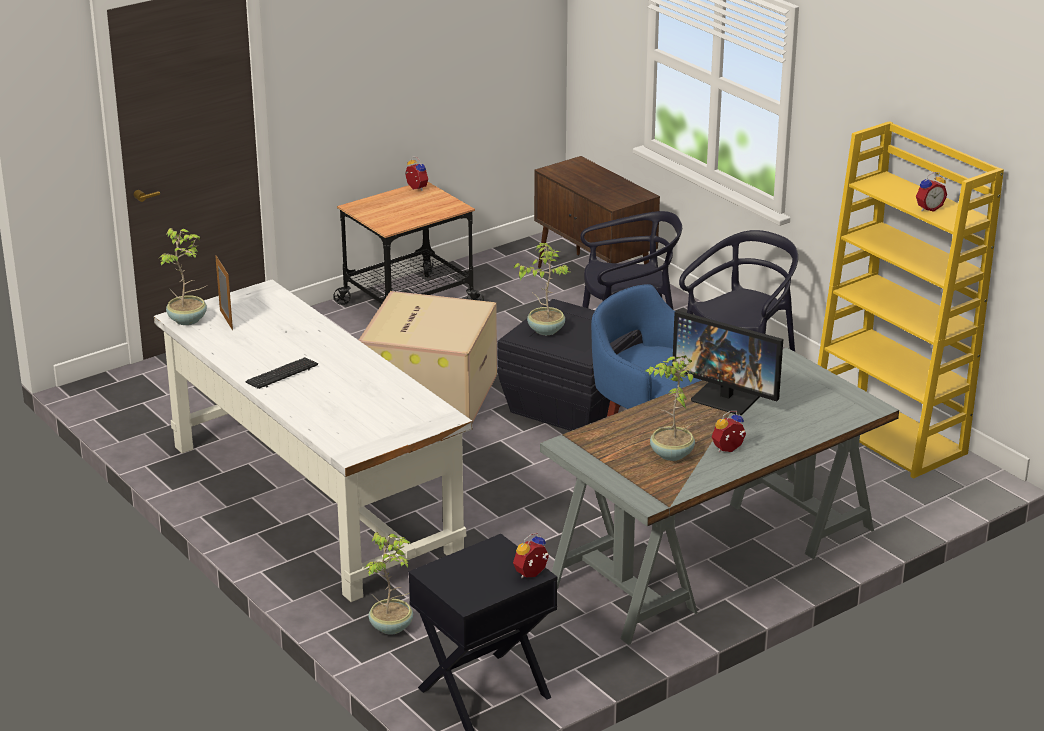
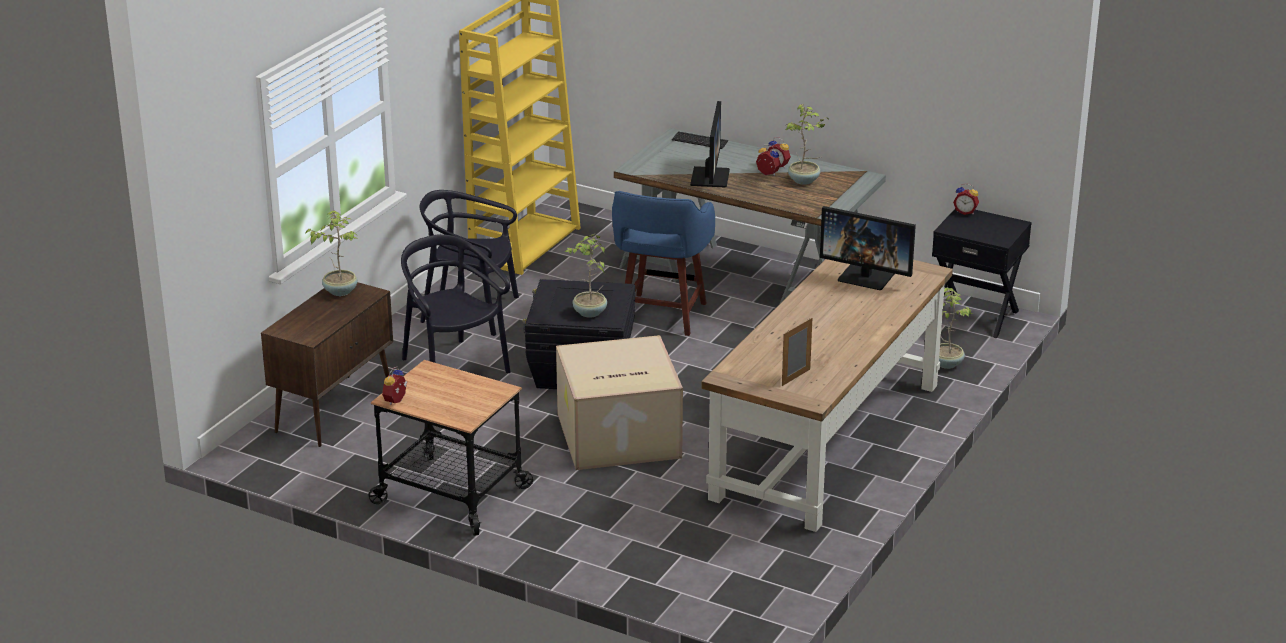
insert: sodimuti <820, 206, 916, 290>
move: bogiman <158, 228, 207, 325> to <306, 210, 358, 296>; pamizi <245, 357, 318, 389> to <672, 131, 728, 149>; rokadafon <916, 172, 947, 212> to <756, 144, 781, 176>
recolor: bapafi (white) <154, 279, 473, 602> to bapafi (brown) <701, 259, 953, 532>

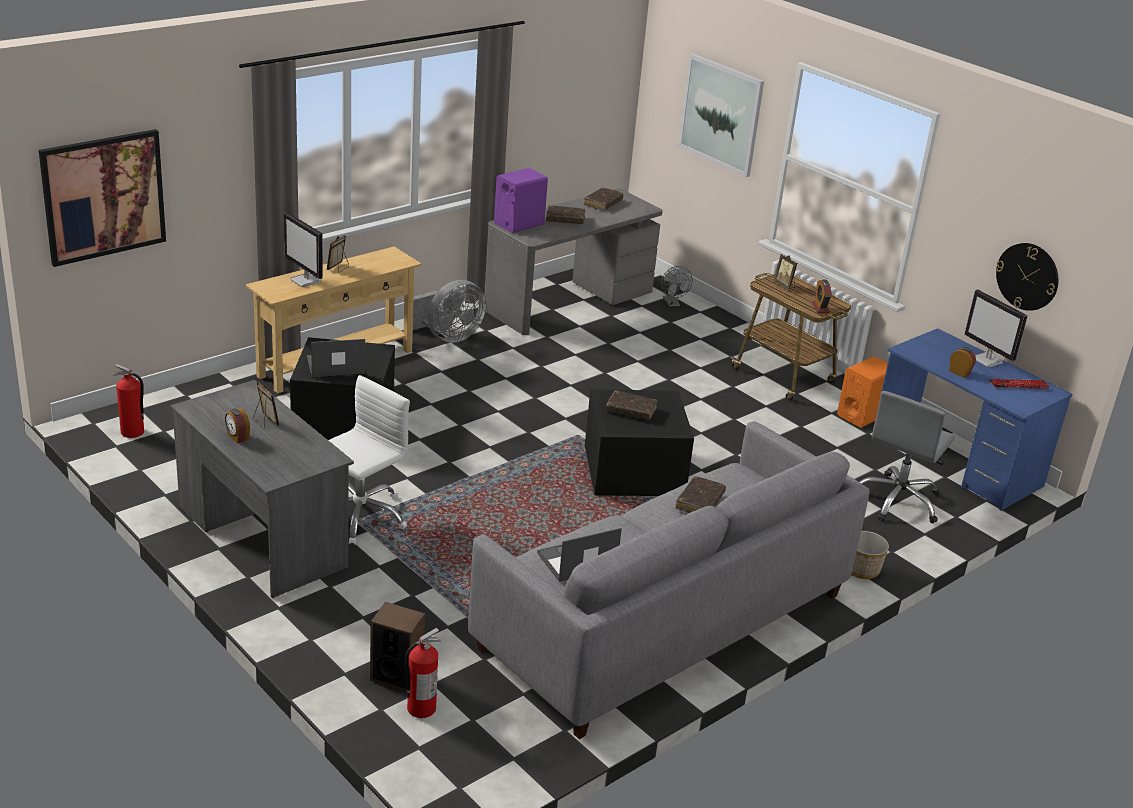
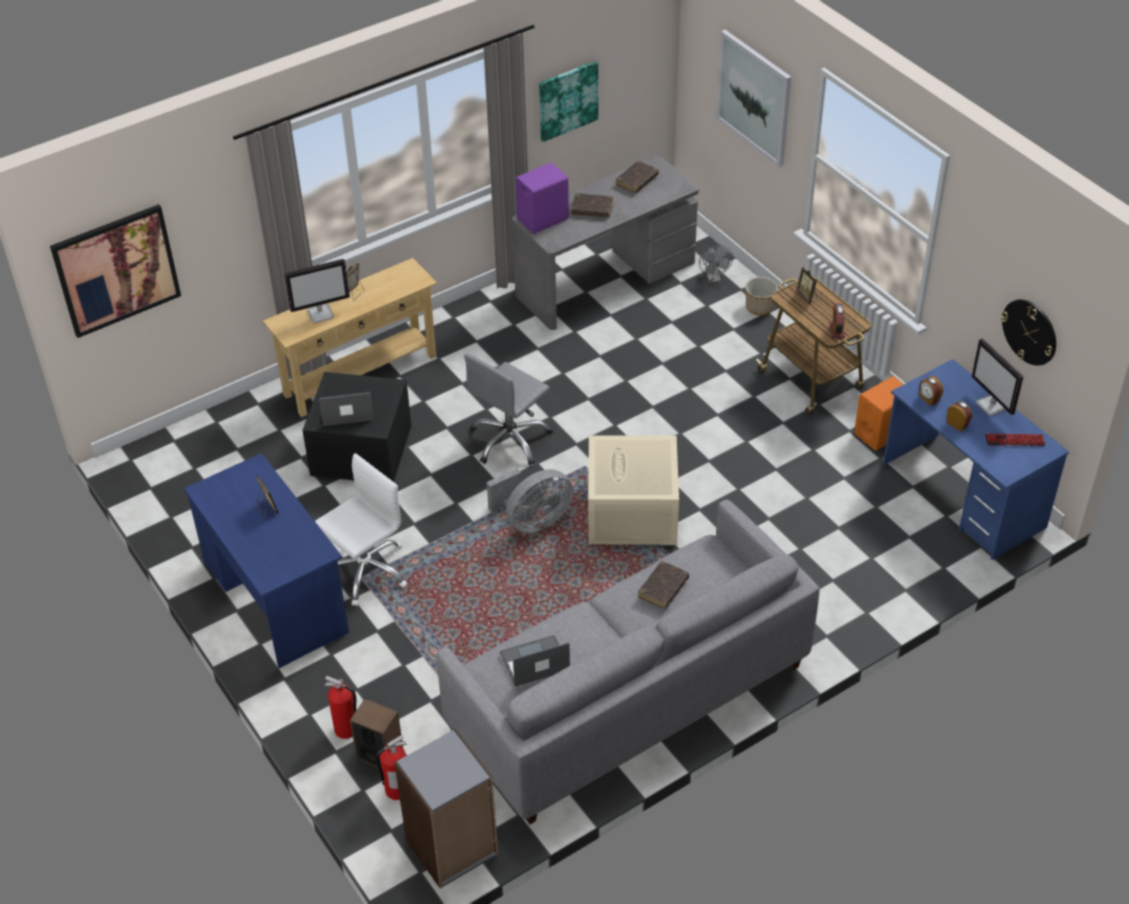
delete: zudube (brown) <606, 390, 658, 420>
insert: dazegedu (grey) <394, 729, 498, 889>; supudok <539, 61, 598, 142>
move: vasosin <113, 364, 144, 438> to <324, 676, 356, 739>; rokadafon <225, 408, 250, 444> to <919, 376, 943, 406>; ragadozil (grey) <413, 280, 486, 343> to <487, 468, 573, 533>; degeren <851, 531, 889, 579> to <745, 277, 778, 316>; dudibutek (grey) <859, 391, 955, 523> to <464, 354, 553, 466>
recolor: bapafi (grey) <170, 380, 354, 598> to bapafi (blue) <184, 453, 349, 668>; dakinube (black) <585, 389, 694, 496> to dakinube (beige) <588, 435, 679, 545>
rotate: sodimuti <284, 212, 323, 287> = <284, 259, 350, 323> 75 degrees counterclockwise

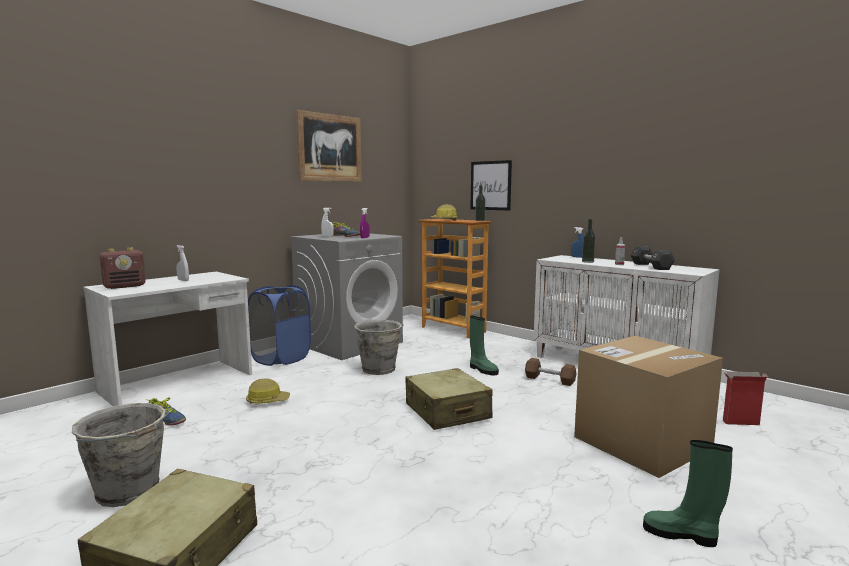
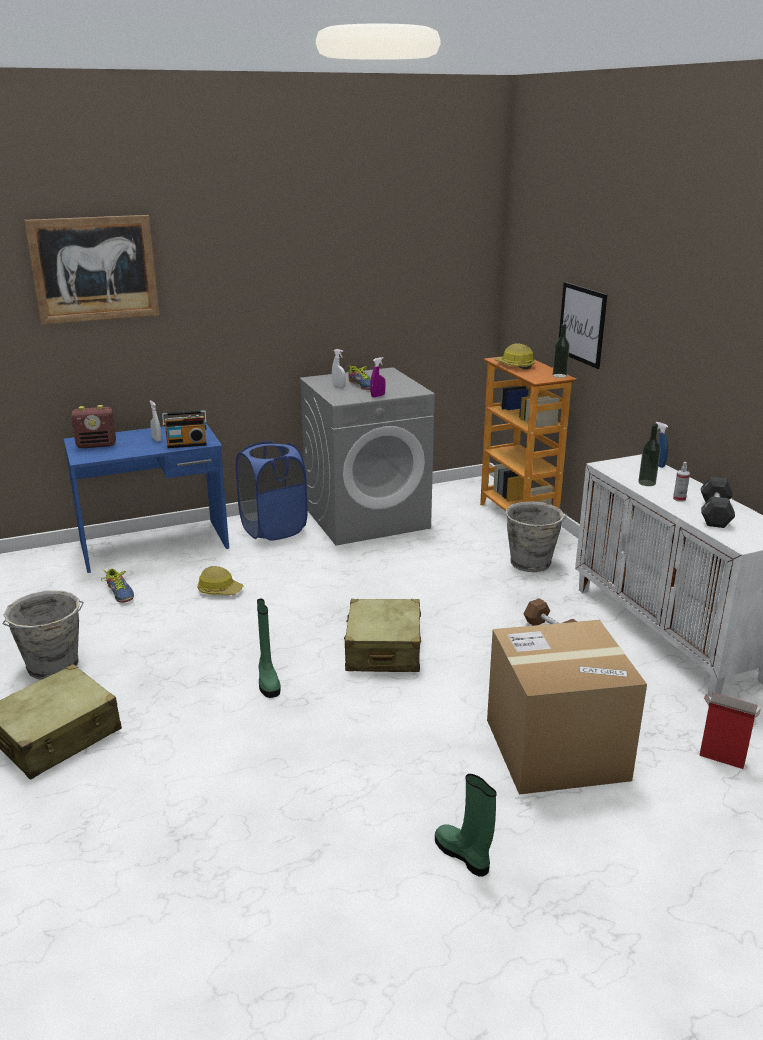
insert: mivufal <162, 410, 207, 448>
move: supudok <296, 110, 362, 182> to <24, 215, 159, 325>; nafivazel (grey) <354, 320, 404, 375> to <505, 502, 567, 572>; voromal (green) <470, 316, 499, 375> to <257, 599, 281, 698>
recolor: bapafi (white) <83, 272, 252, 406> to bapafi (blue) <64, 423, 229, 573>

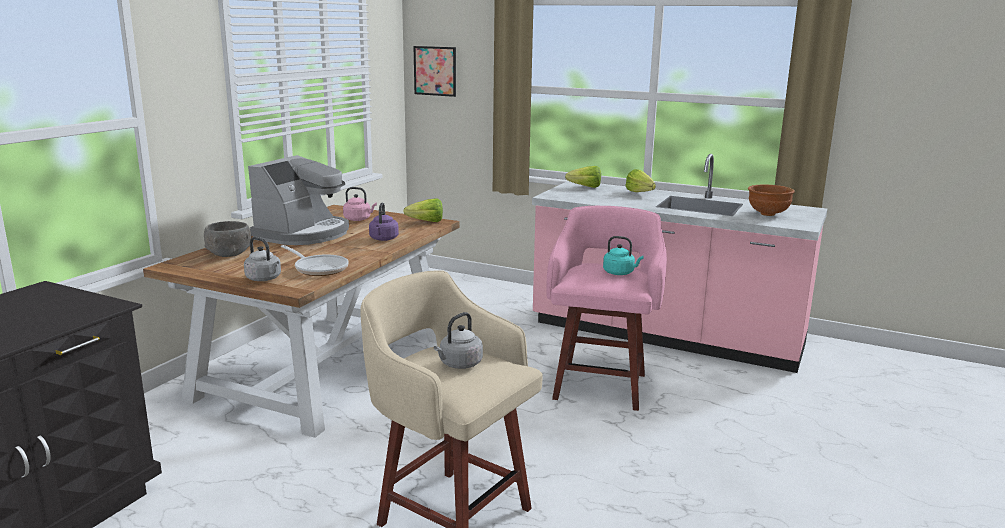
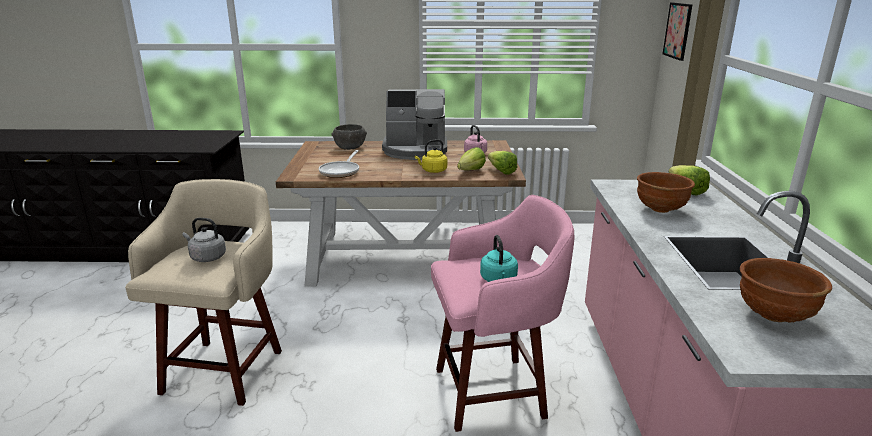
delete: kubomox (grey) <244, 237, 281, 281>
insert: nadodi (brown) <637, 172, 695, 213>
move: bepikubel <625, 169, 656, 192> to <457, 147, 486, 170>
recolor: kubomox (purple) <369, 203, 399, 241> to kubomox (yellow) <415, 139, 447, 173>

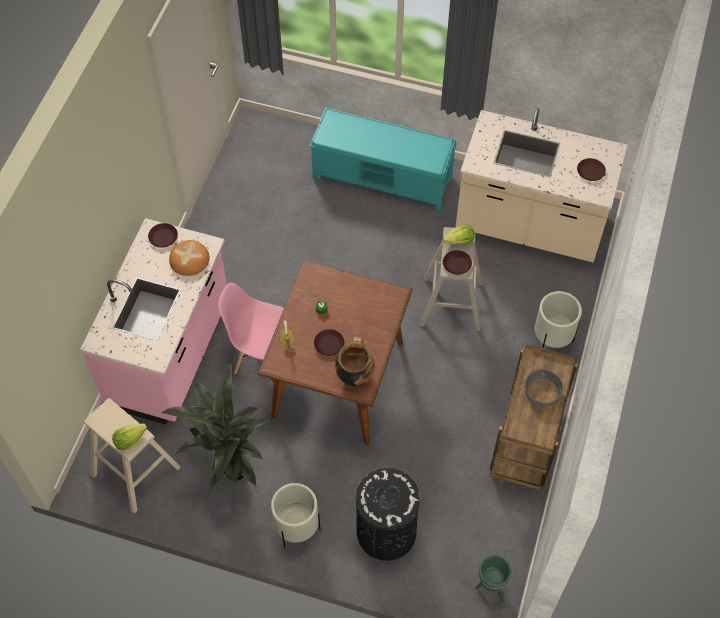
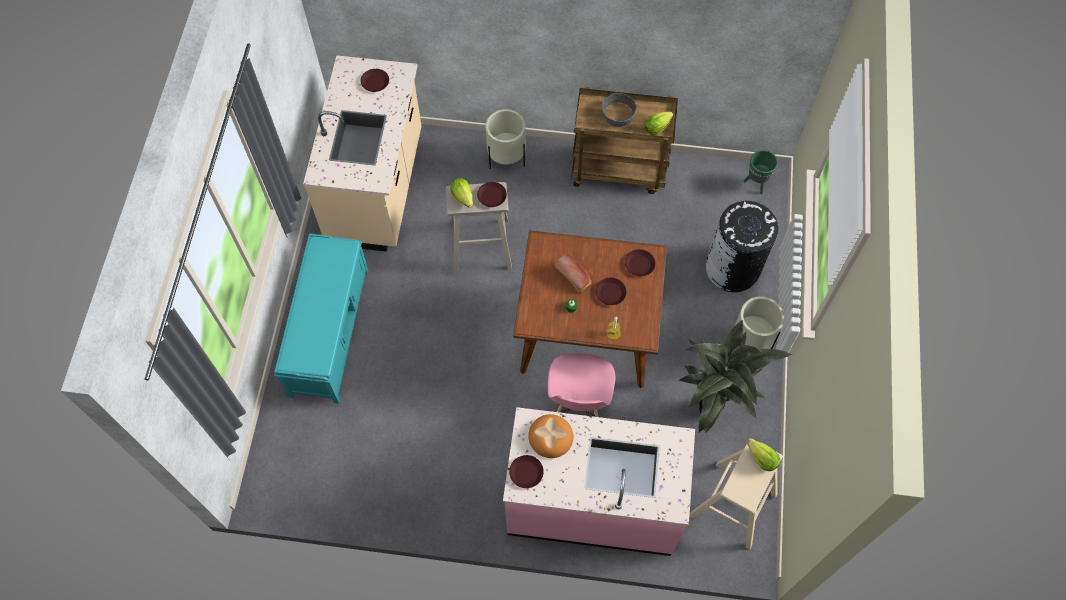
insert: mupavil <554, 254, 592, 293>; bepikubel <644, 112, 673, 135>
replace: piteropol <335, 336, 375, 386> to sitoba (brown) <625, 249, 655, 276>

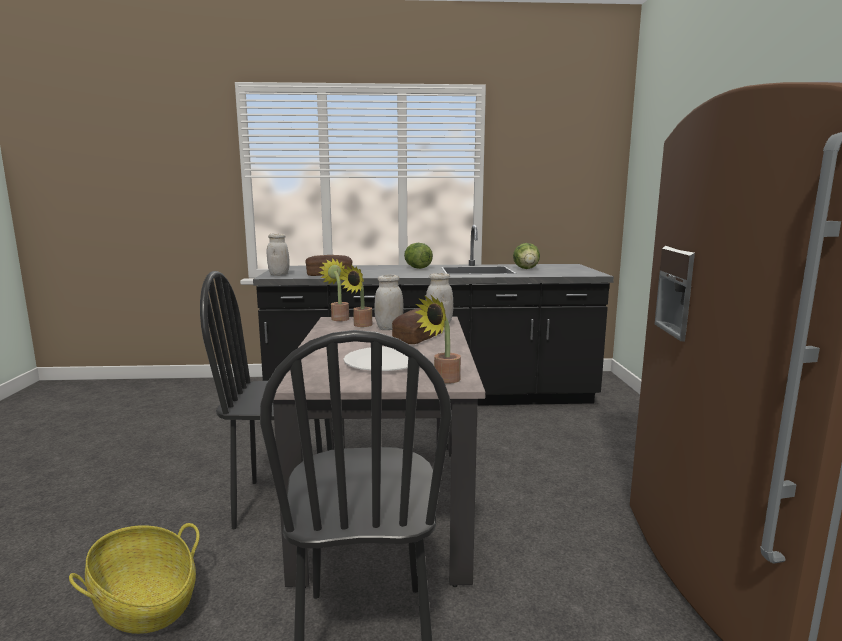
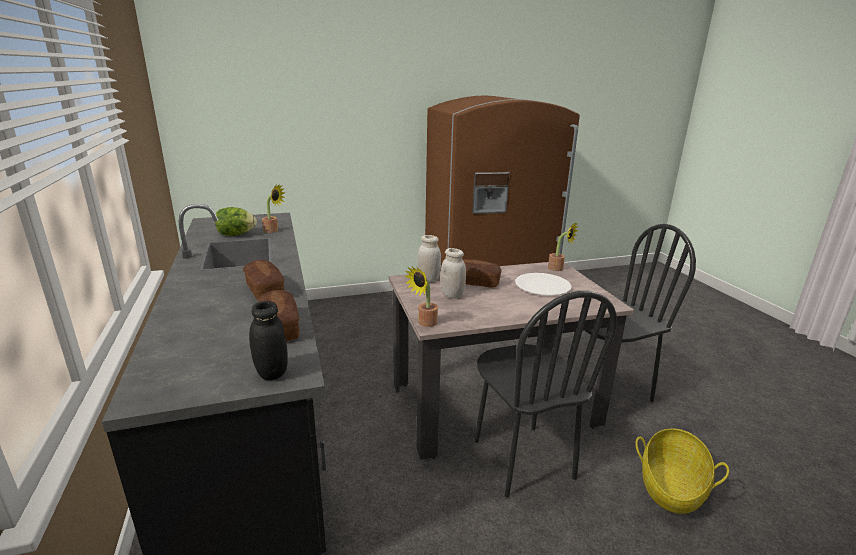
delete: bepikubel <404, 243, 433, 269>
insert: mupavil <243, 260, 285, 300>
move: bogiman <339, 265, 372, 327> to <262, 184, 285, 233>
recolor: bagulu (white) <267, 234, 290, 275> to bagulu (black) <249, 301, 288, 380>

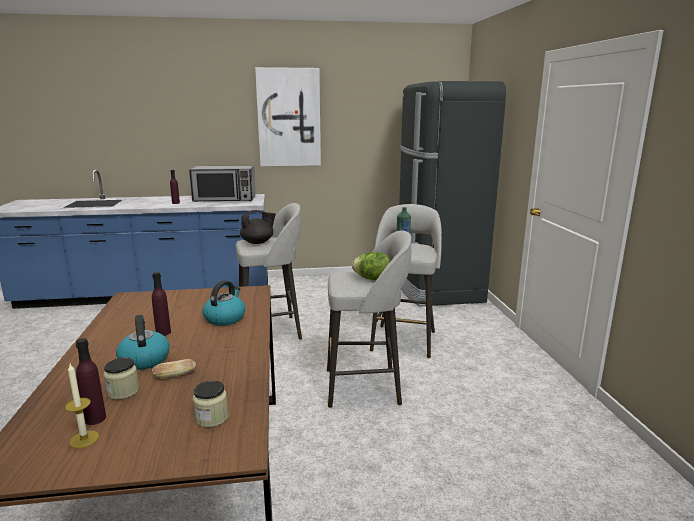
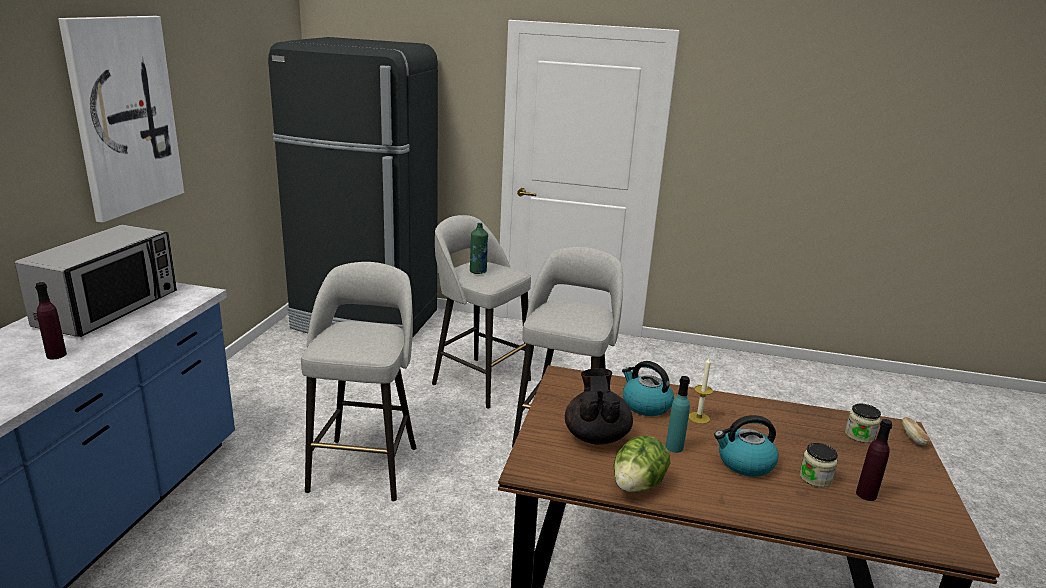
move: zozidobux <65, 364, 99, 448> to <689, 358, 713, 424>; mupavil <152, 359, 196, 378> to <902, 417, 930, 445>; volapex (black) <240, 210, 276, 244> to <565, 368, 633, 445>; bepikubel <352, 252, 390, 280> to <614, 435, 670, 492>
recolor: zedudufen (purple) <152, 272, 171, 336> to zedudufen (turquoise) <666, 376, 690, 453>

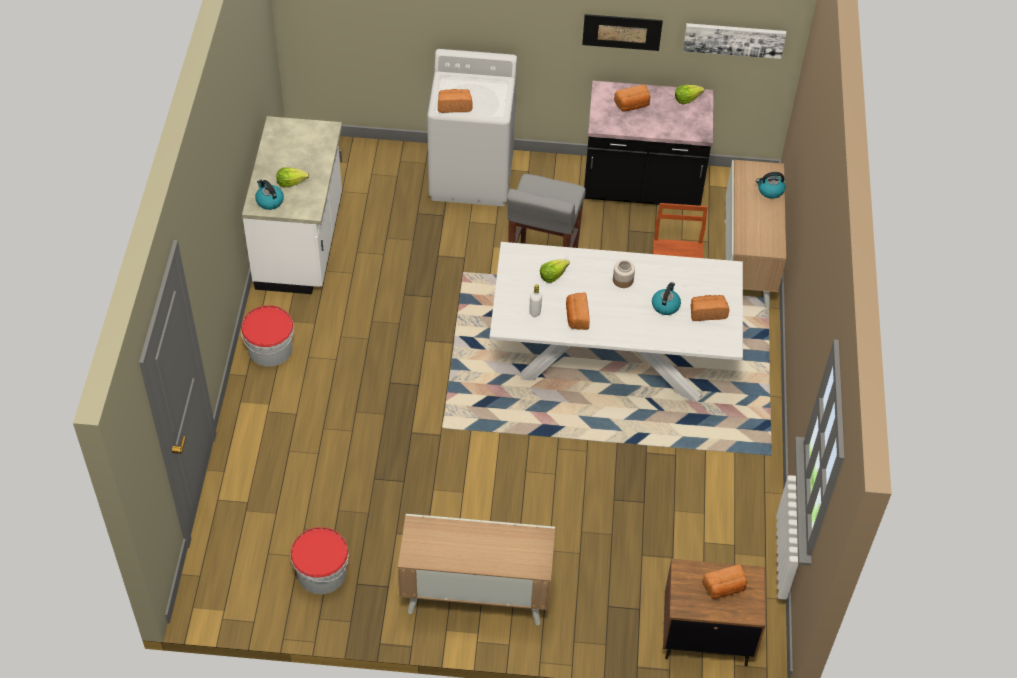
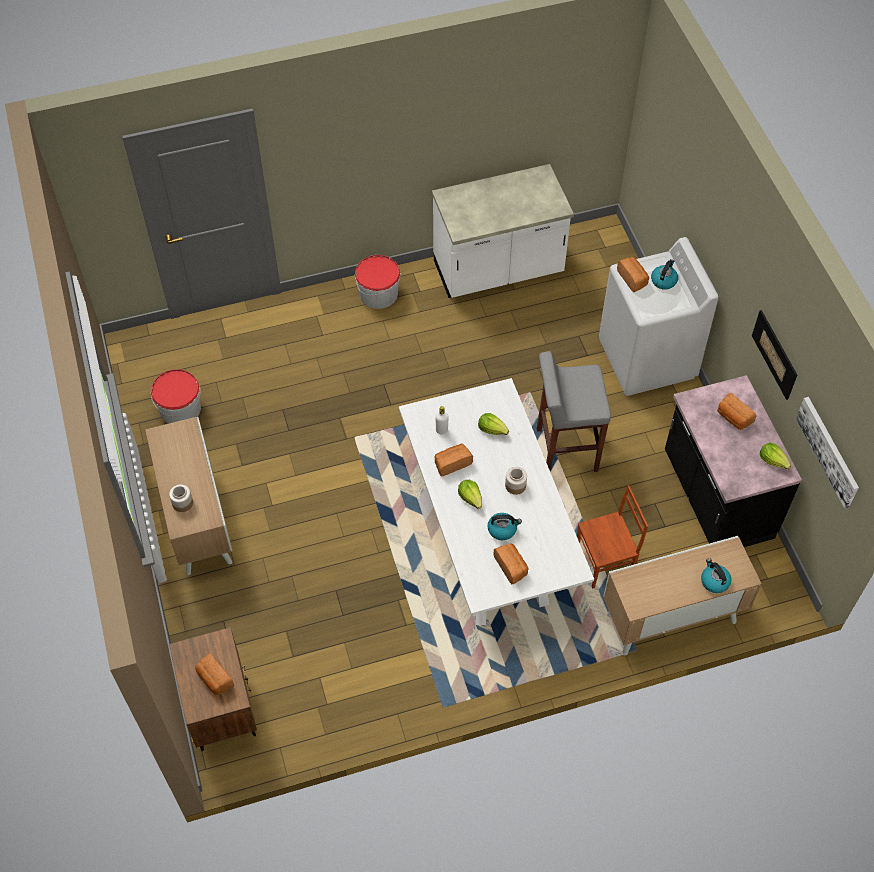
insert: bagulu <169, 484, 193, 512>
move: kubomox <255, 180, 284, 210> to <651, 259, 678, 290>; bepikubel <276, 167, 309, 187> to <458, 480, 482, 509>

